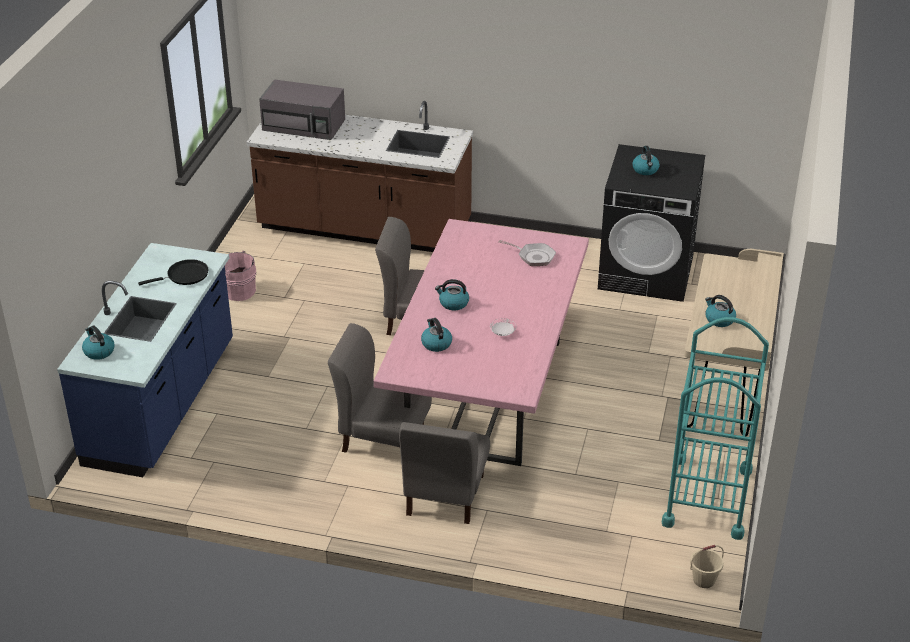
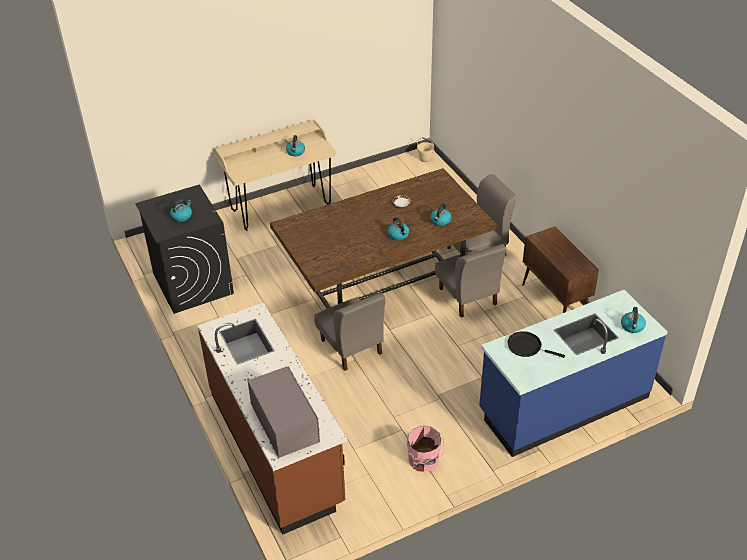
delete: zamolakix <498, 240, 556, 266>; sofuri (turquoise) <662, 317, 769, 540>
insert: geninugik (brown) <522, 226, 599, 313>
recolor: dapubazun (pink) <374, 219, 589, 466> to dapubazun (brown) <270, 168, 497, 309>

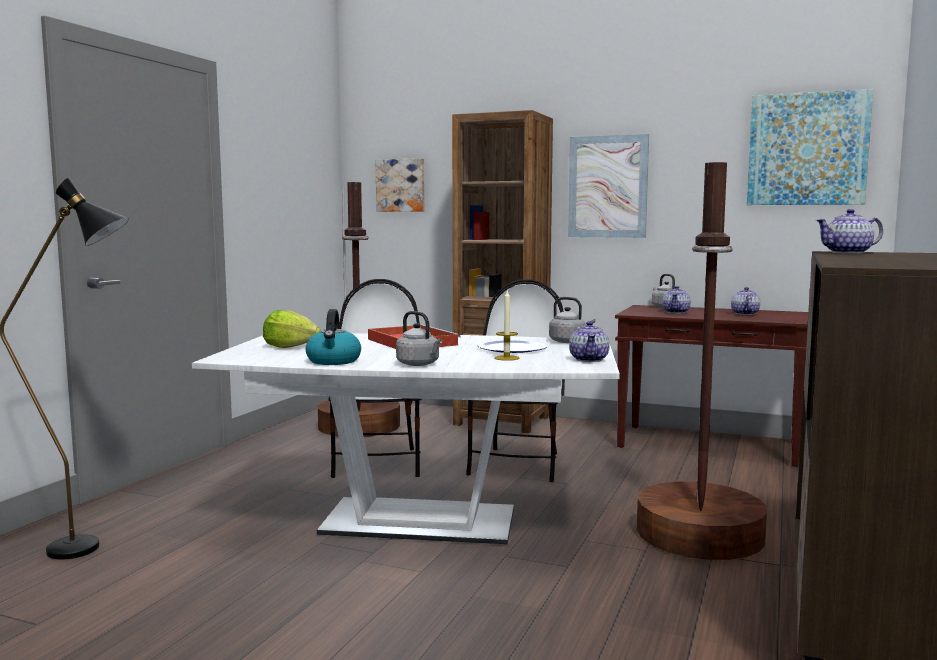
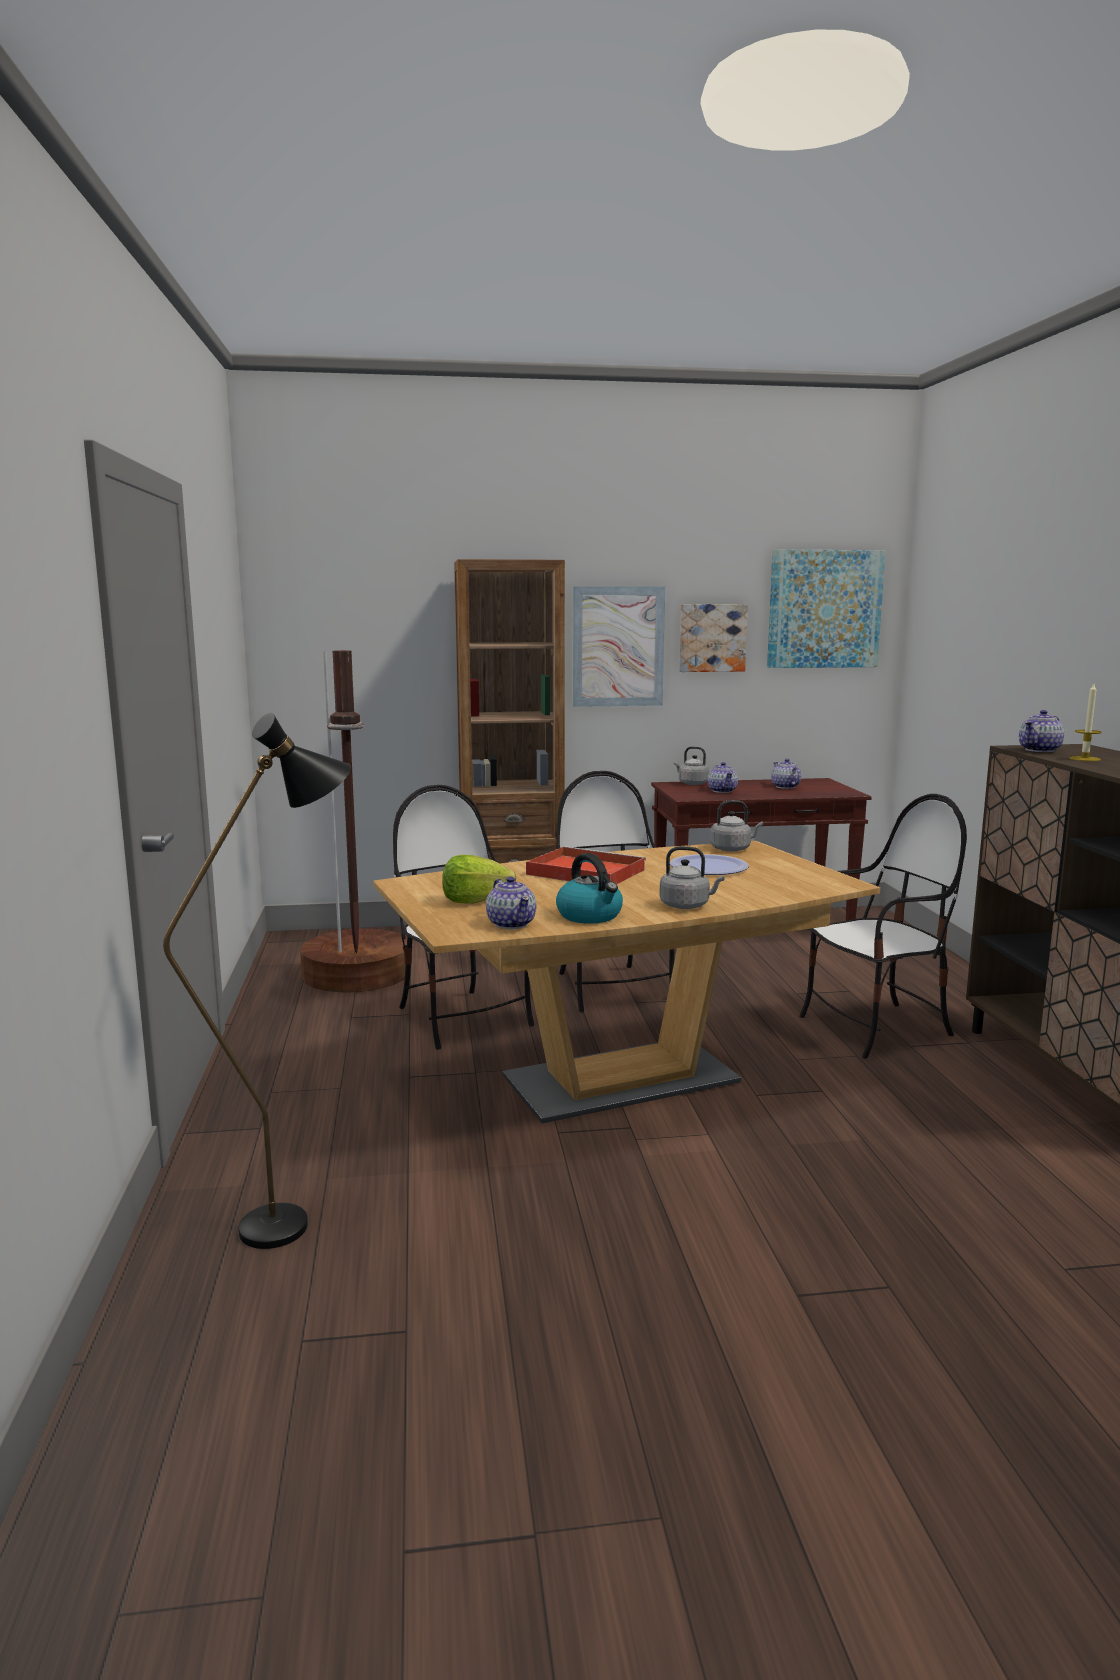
move: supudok <376, 158, 425, 212> to <680, 604, 748, 672>; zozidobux <494, 291, 520, 361> to <1069, 683, 1102, 761>; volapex <569, 321, 610, 362> to <486, 877, 536, 929>
replace: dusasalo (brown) <637, 162, 767, 560> to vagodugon <799, 794, 967, 1059>
recolor: dapubazun (white) <192, 333, 620, 544> to dapubazun (brown) <373, 841, 880, 1123>

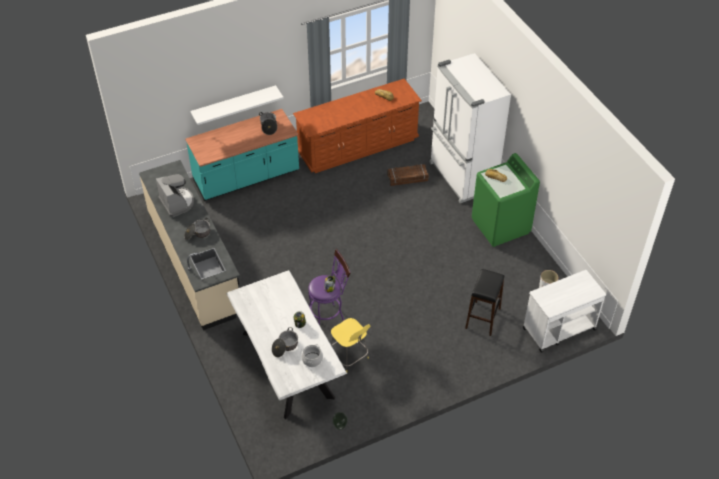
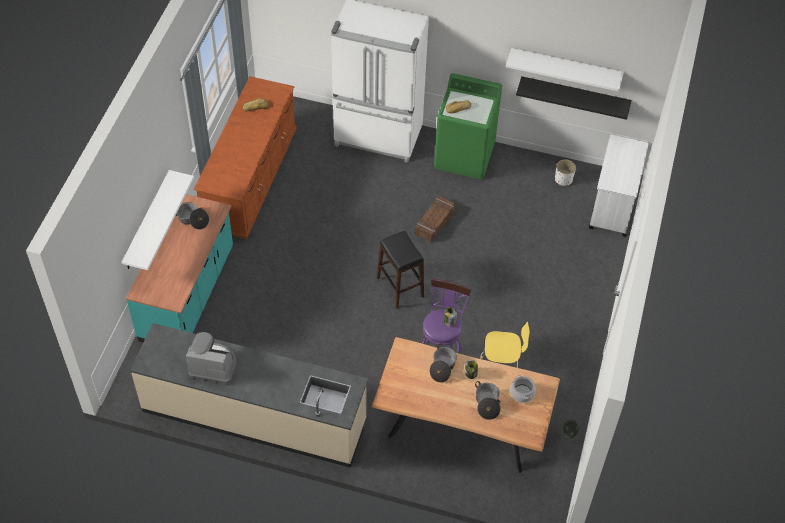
insert: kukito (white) <506, 48, 624, 92>; kukito (black) <516, 76, 632, 120>
move: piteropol <184, 218, 210, 240> to <430, 344, 457, 383>; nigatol <388, 164, 429, 186> to <414, 196, 456, 243>; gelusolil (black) <465, 269, 504, 336> to <377, 231, 424, 309>
recolor: dapubazun (white) <227, 270, 347, 419> to dapubazun (brown) <372, 337, 560, 473>

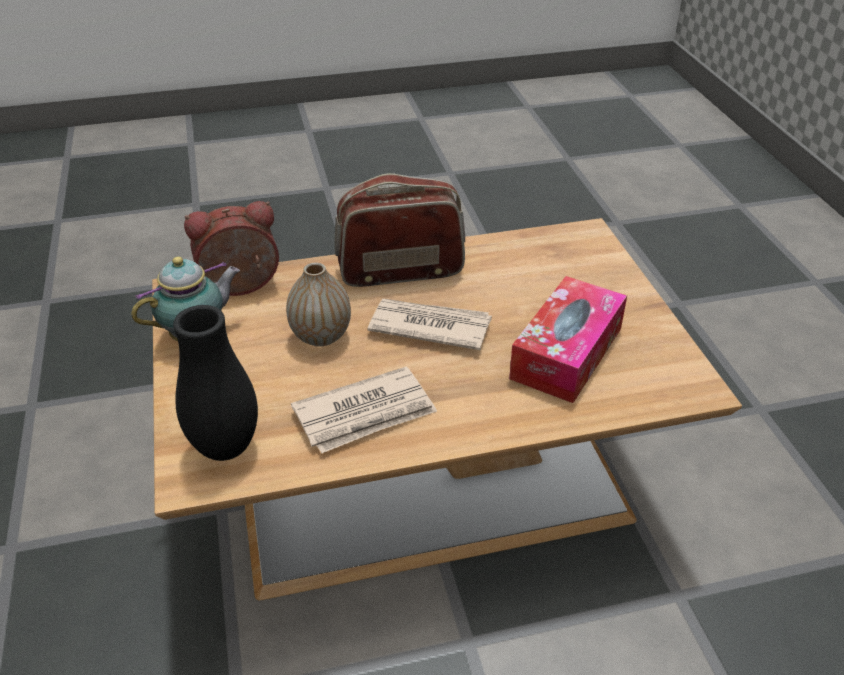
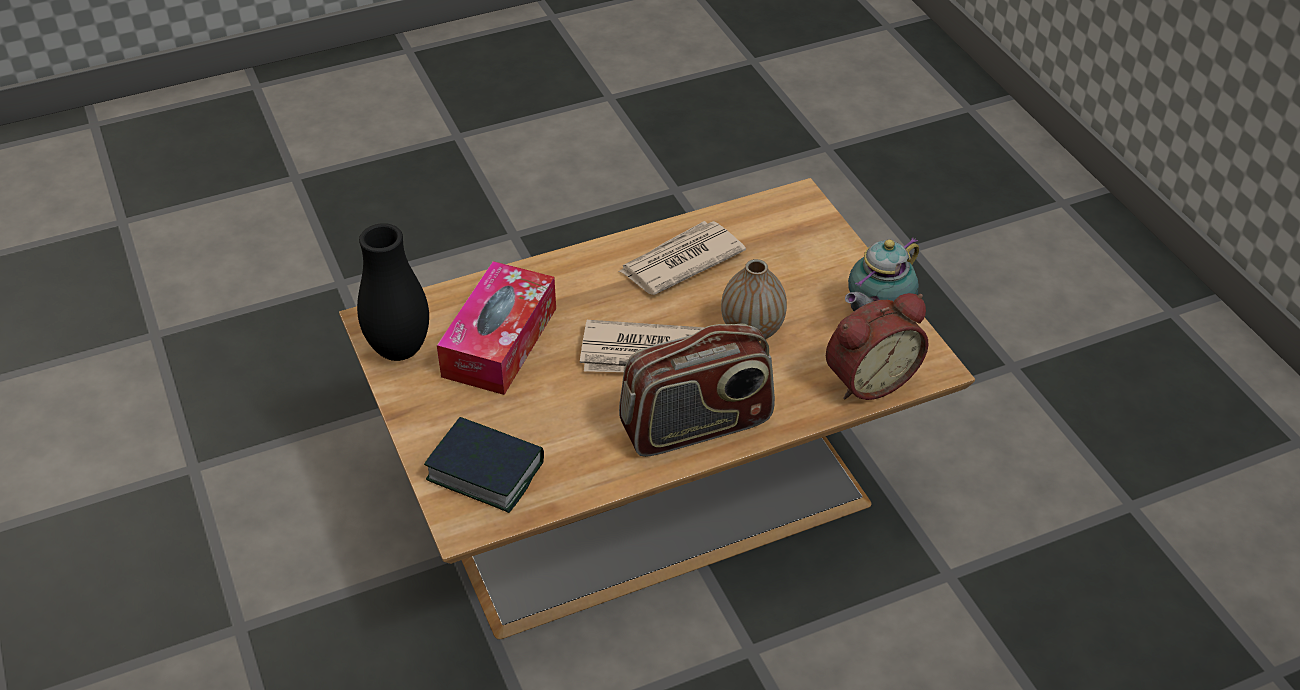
insert: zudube <424, 417, 544, 513>
move: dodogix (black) <173, 305, 258, 461> to <357, 223, 429, 361>

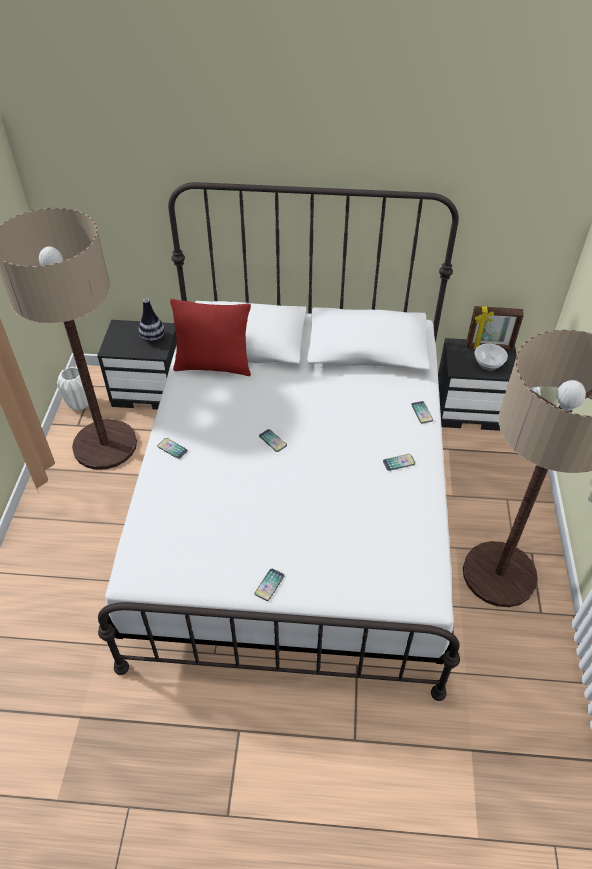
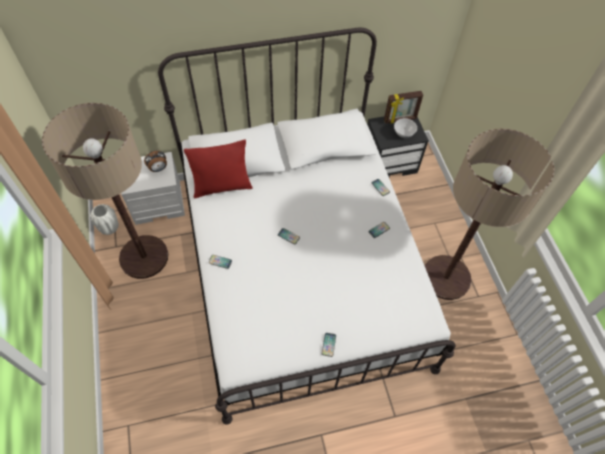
replace: dodogix <138, 299, 165, 342> to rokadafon <144, 150, 167, 172>
recolor: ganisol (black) <97, 320, 177, 410> to ganisol (white) <121, 152, 185, 225>

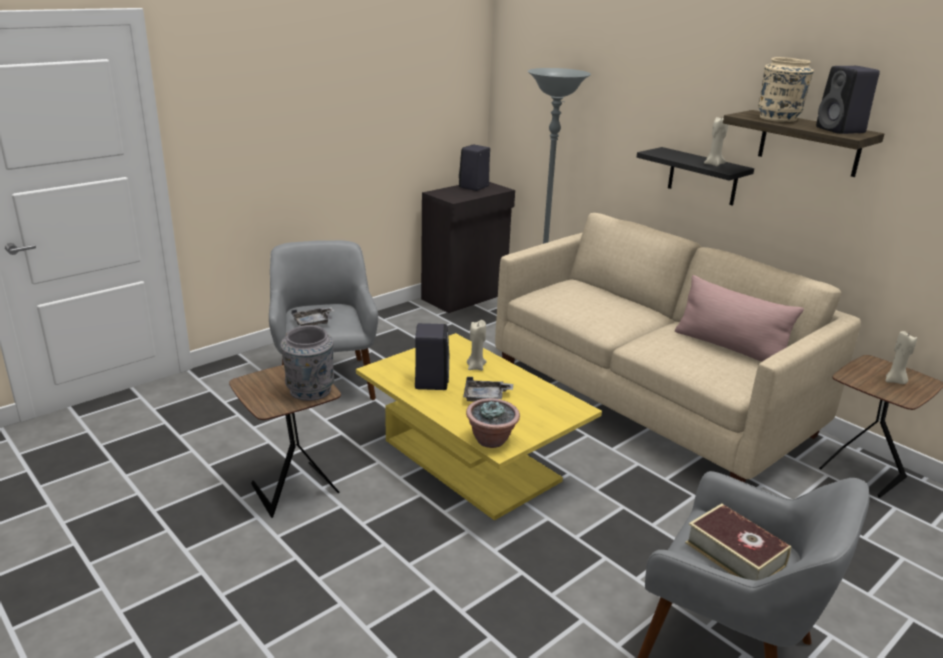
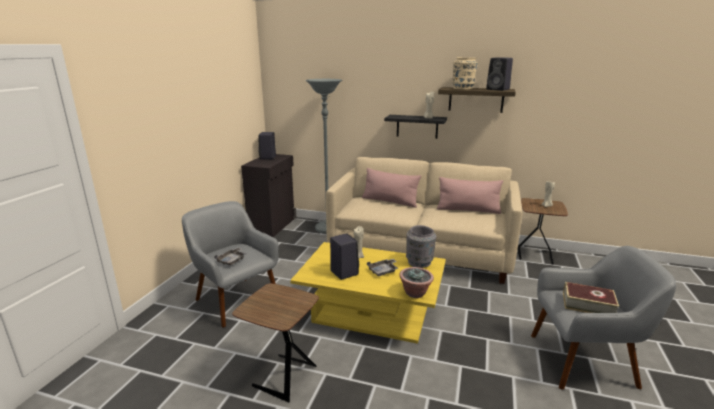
insert: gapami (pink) <362, 168, 421, 208>
move: dodogix (grey) <281, 325, 334, 401> to <406, 225, 436, 268>

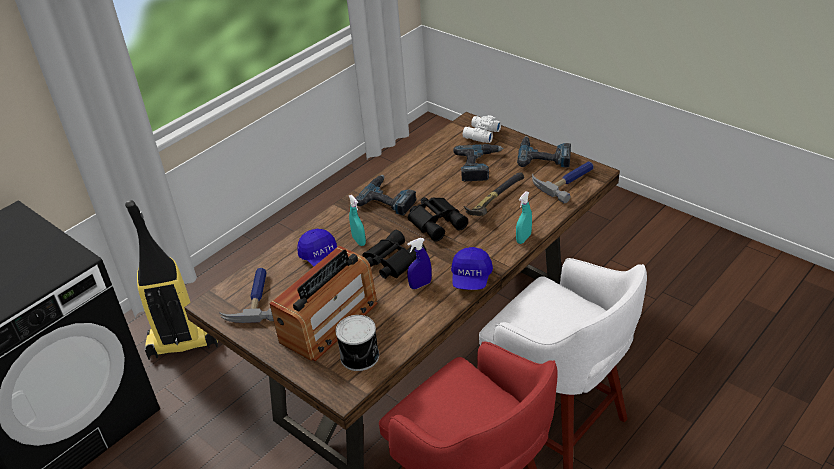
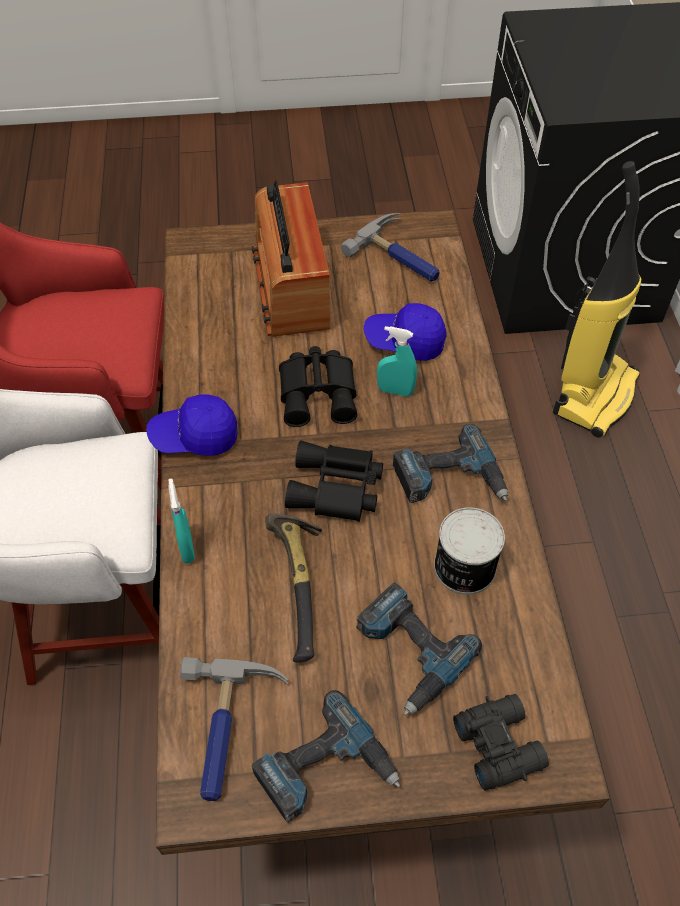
delete: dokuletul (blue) <407, 238, 432, 289>
move: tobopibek <336, 315, 379, 371> to <434, 507, 505, 595>
recolor: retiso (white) <463, 115, 501, 143> to retiso (black) <453, 694, 549, 791>
rotate: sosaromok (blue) <451, 247, 493, 290> = <146, 395, 237, 456> 60 degrees counterclockwise

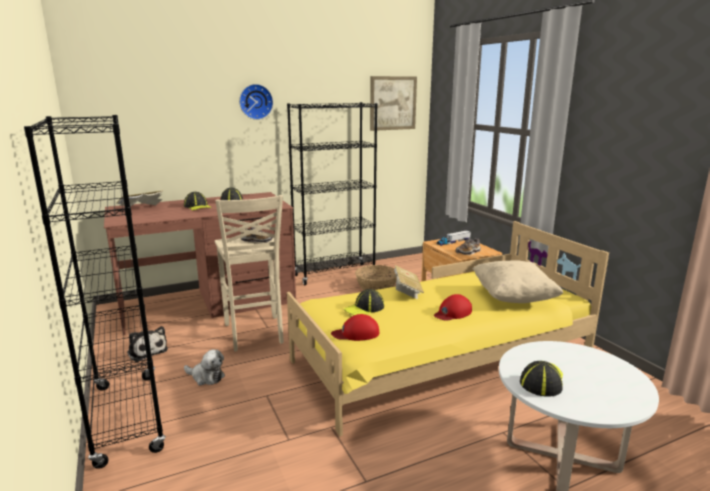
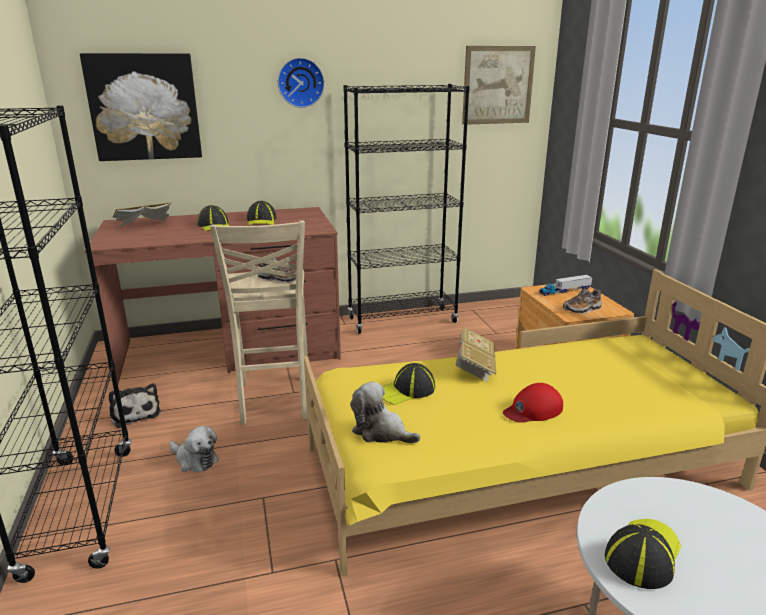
delete: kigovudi <355, 265, 397, 290>; gapami (beige) <473, 260, 563, 303>
insert: supudok <80, 53, 202, 161>
replace: sosaromok (red) <331, 314, 379, 341> to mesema <350, 382, 421, 444>

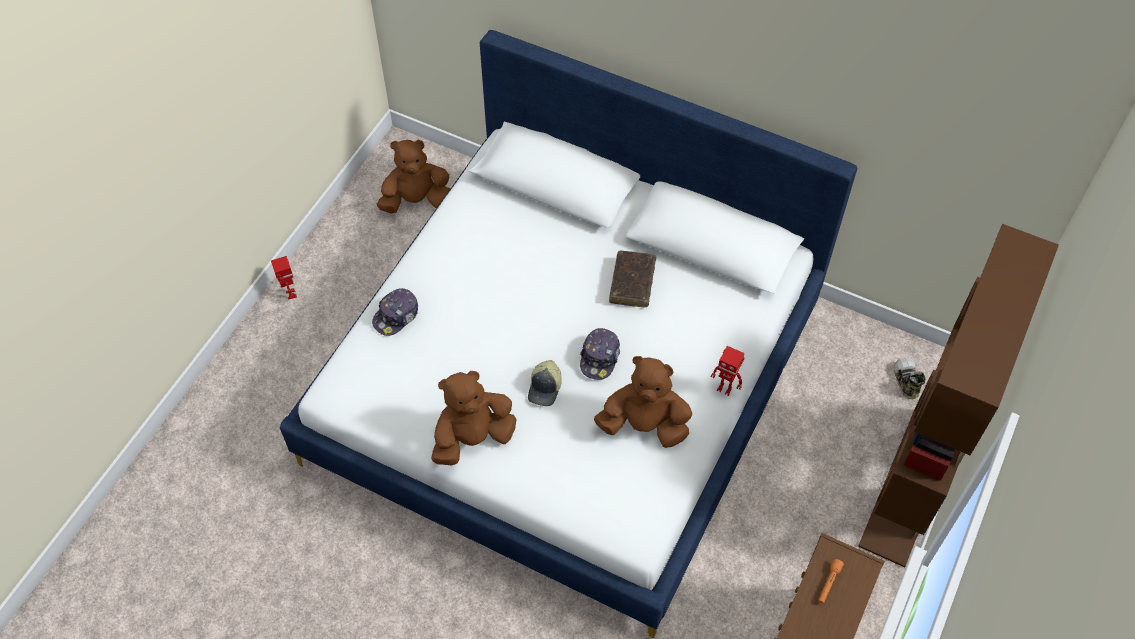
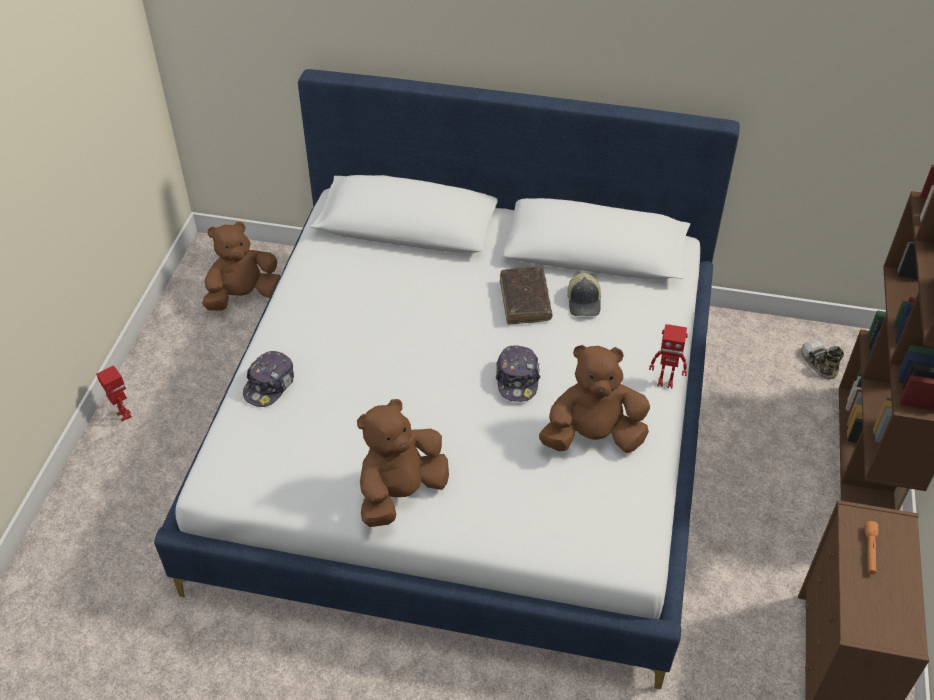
move: sosaromok <528, 360, 562, 406> to <567, 273, 601, 316>

